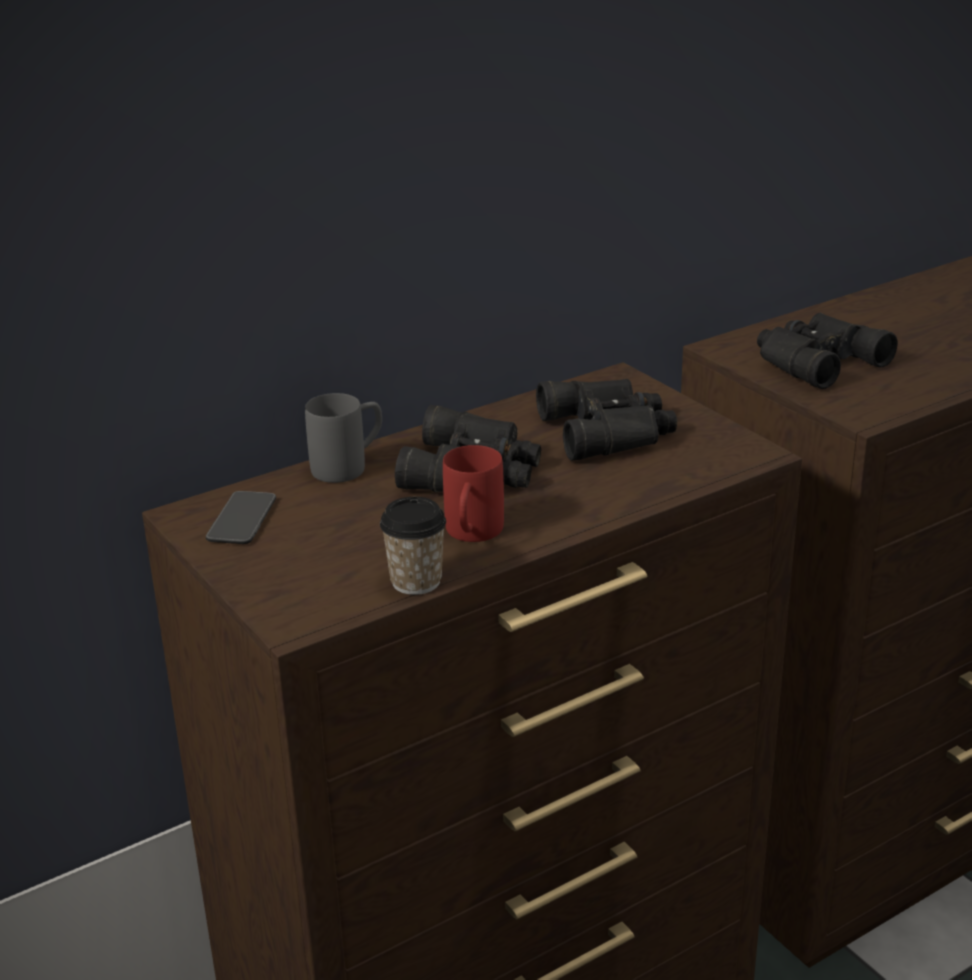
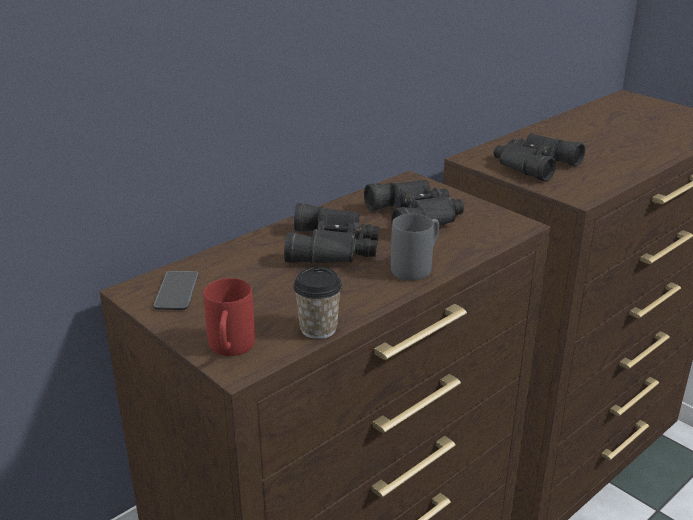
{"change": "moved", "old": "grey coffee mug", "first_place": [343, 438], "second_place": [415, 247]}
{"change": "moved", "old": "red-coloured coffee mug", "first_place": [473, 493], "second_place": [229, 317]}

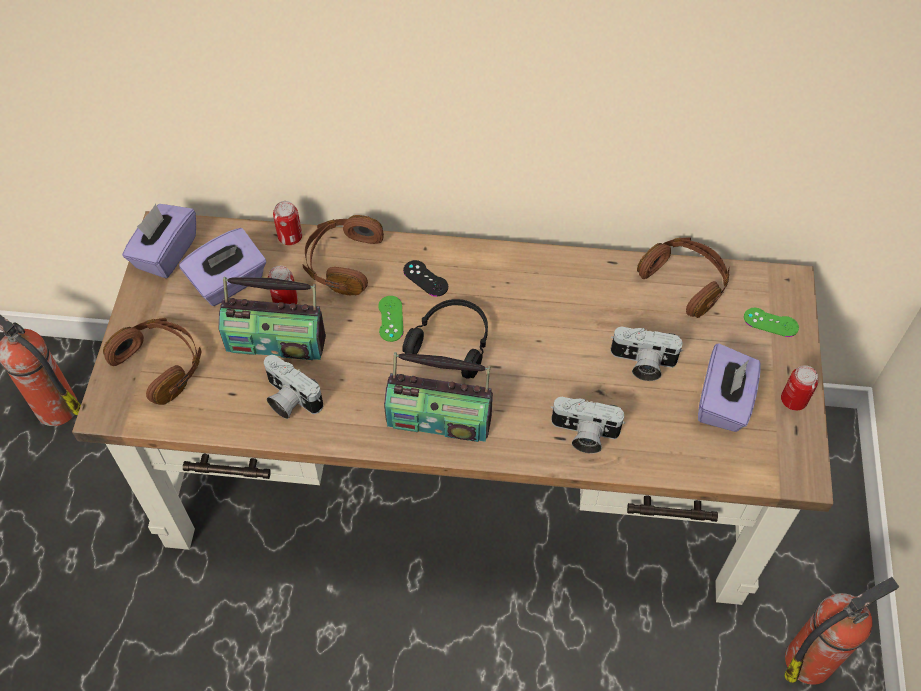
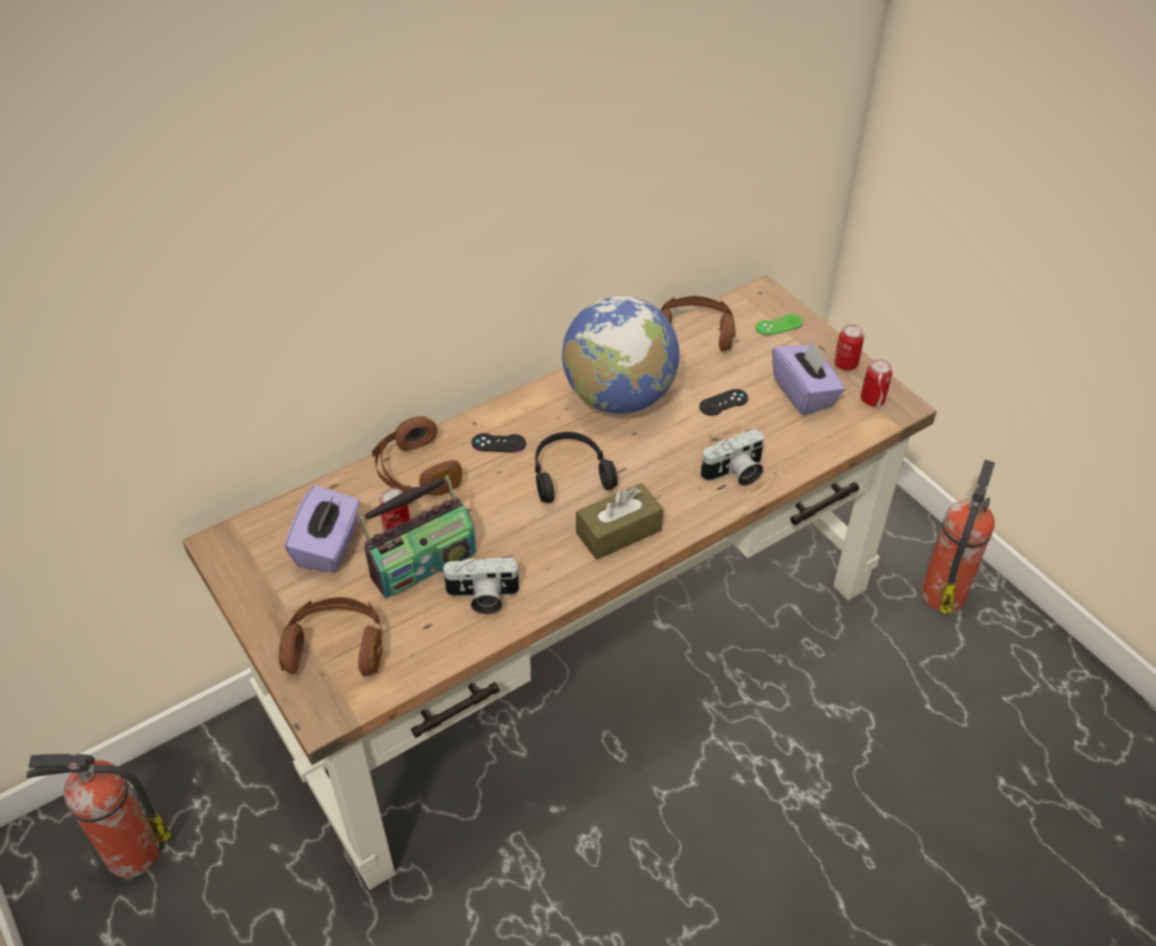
{"change": "moved", "old": "can", "first_place": [287, 223], "second_place": [876, 382]}
{"change": "removed", "old": "purple tissue holder", "first_place": [159, 241]}
{"change": "removed", "old": "greenish game controller", "first_place": [390, 319]}
{"change": "replaced", "old": "photo camera", "new": "black-coloured game controller", "first_place": [646, 354], "second_place": [723, 402]}
{"change": "replaced", "old": "radio set", "new": "brown tissue holder", "first_place": [438, 397], "second_place": [619, 521]}
{"change": "added", "new": "world globe", "second_place": [620, 355]}

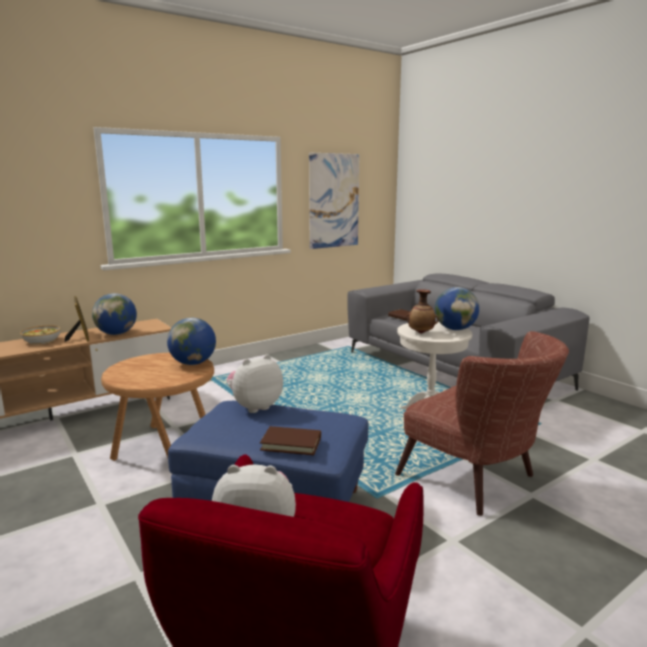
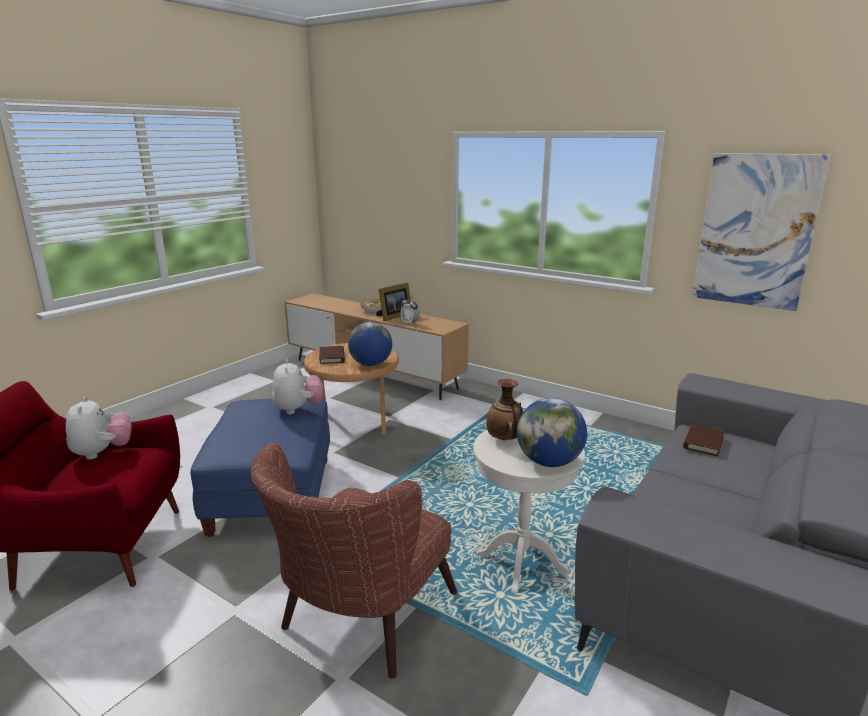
{"change": "replaced", "old": "world globe", "new": "table clock", "first_place": [114, 314], "second_place": [410, 311]}
{"change": "turned", "old": "cuddly toy", "first_place": [255, 383], "second_place": [297, 386], "degrees": 45}
{"change": "moved", "old": "brown book", "first_place": [290, 440], "second_place": [332, 355]}

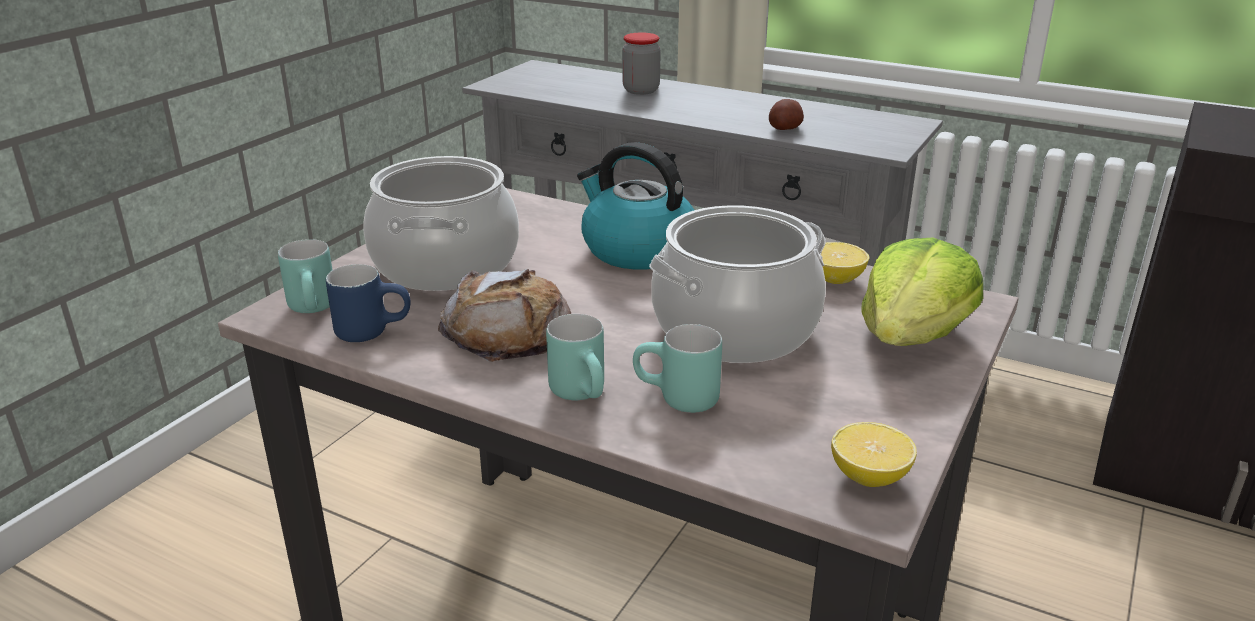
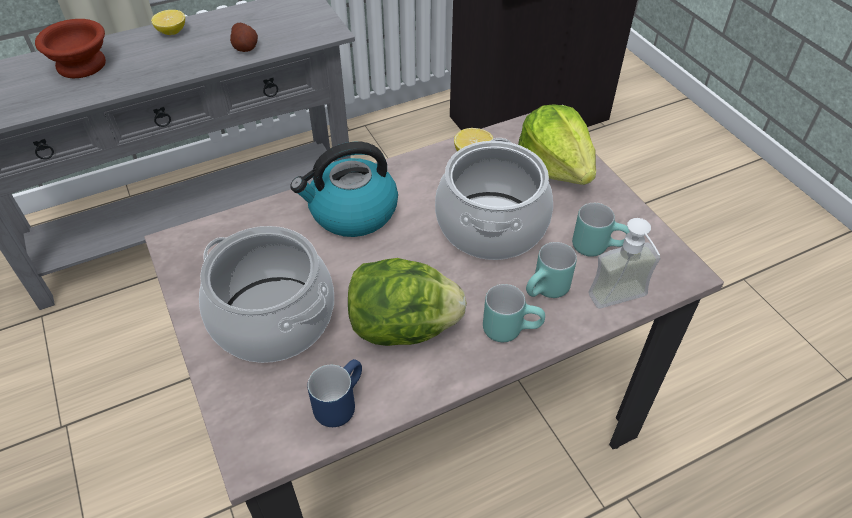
{"change": "replaced", "old": "jar", "new": "brown bowl", "first_place": [641, 64], "second_place": [70, 48]}
{"change": "moved", "old": "turquoise coffee mug", "first_place": [305, 276], "second_place": [601, 230]}
{"change": "replaced", "old": "bread", "new": "lettuce", "first_place": [504, 315], "second_place": [407, 302]}
{"change": "moved", "old": "lemon", "first_place": [874, 454], "second_place": [168, 22]}
{"change": "added", "new": "liquid soap bottle", "second_place": [624, 263]}

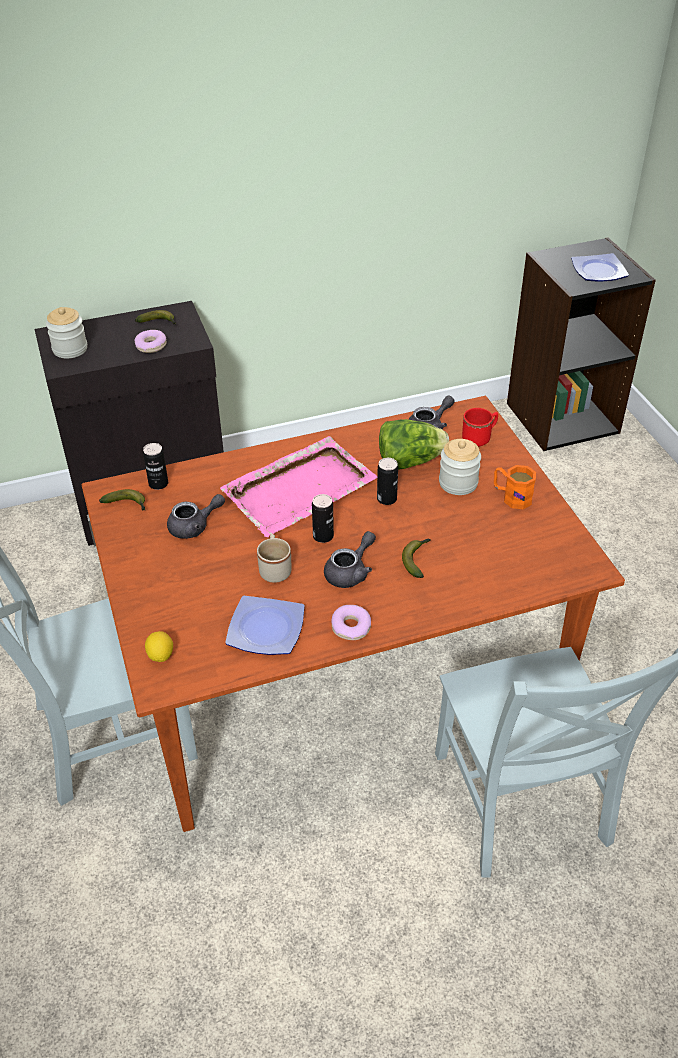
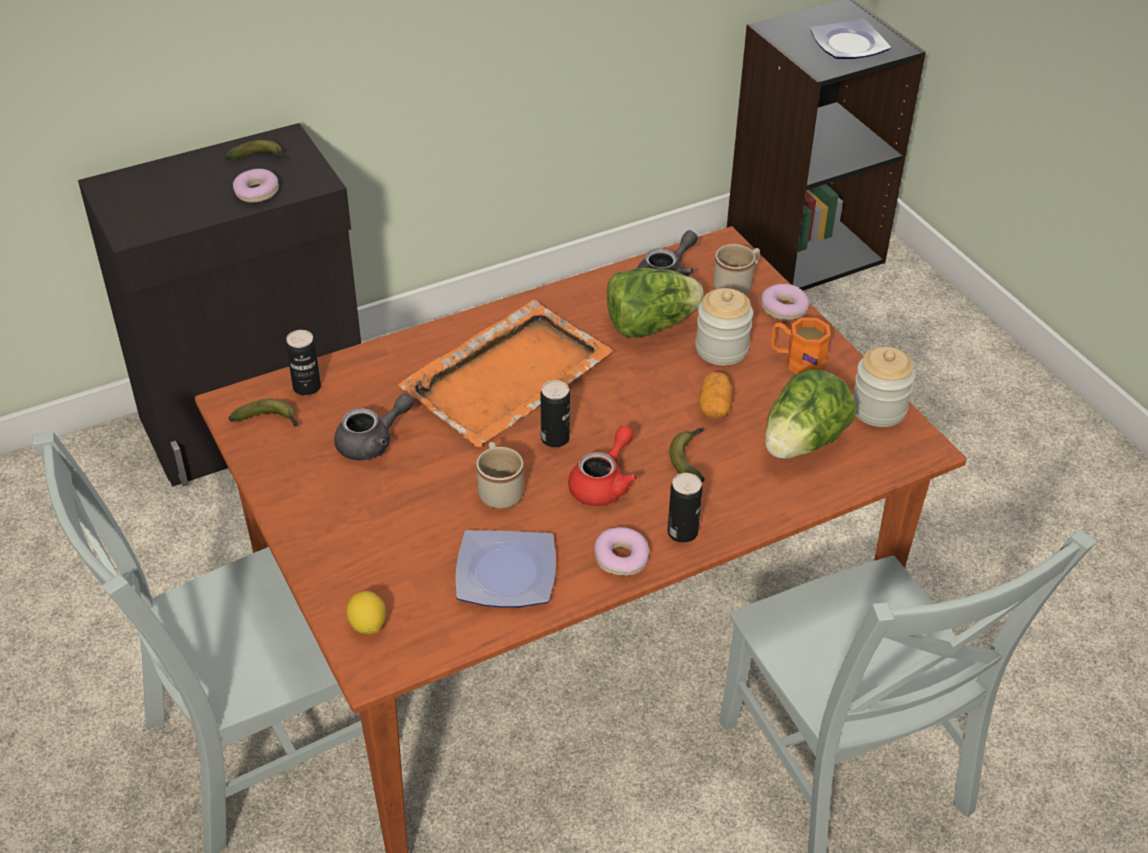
{"change": "moved", "old": "jar", "first_place": [66, 332], "second_place": [884, 387]}
{"change": "recoloured", "old": "red-coloured coffee mug", "new": "beige-coloured coffee mug", "first_place": [480, 427], "second_place": [736, 269]}
{"change": "recoloured", "old": "pink-coloured carrying tray", "new": "orange carrying tray", "first_place": [298, 486], "second_place": [505, 373]}
{"change": "moved", "old": "can", "first_place": [387, 481], "second_place": [684, 508]}
{"change": "recoloured", "old": "grey tea pot", "new": "red-coloured tea pot", "first_place": [350, 559], "second_place": [603, 465]}
{"change": "added", "new": "doughnut", "second_place": [785, 302]}
{"change": "added", "new": "lettuce", "second_place": [810, 414]}
{"change": "added", "new": "spud", "second_place": [716, 395]}

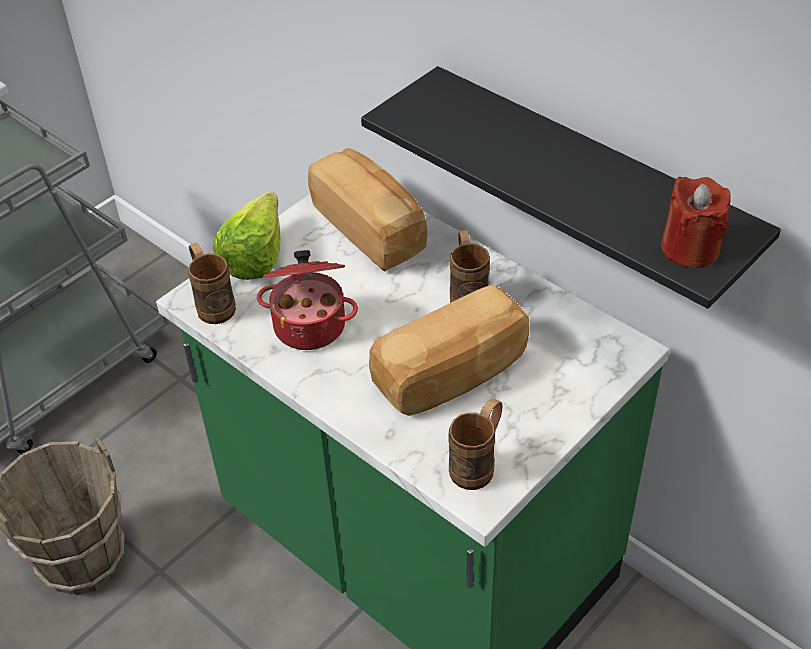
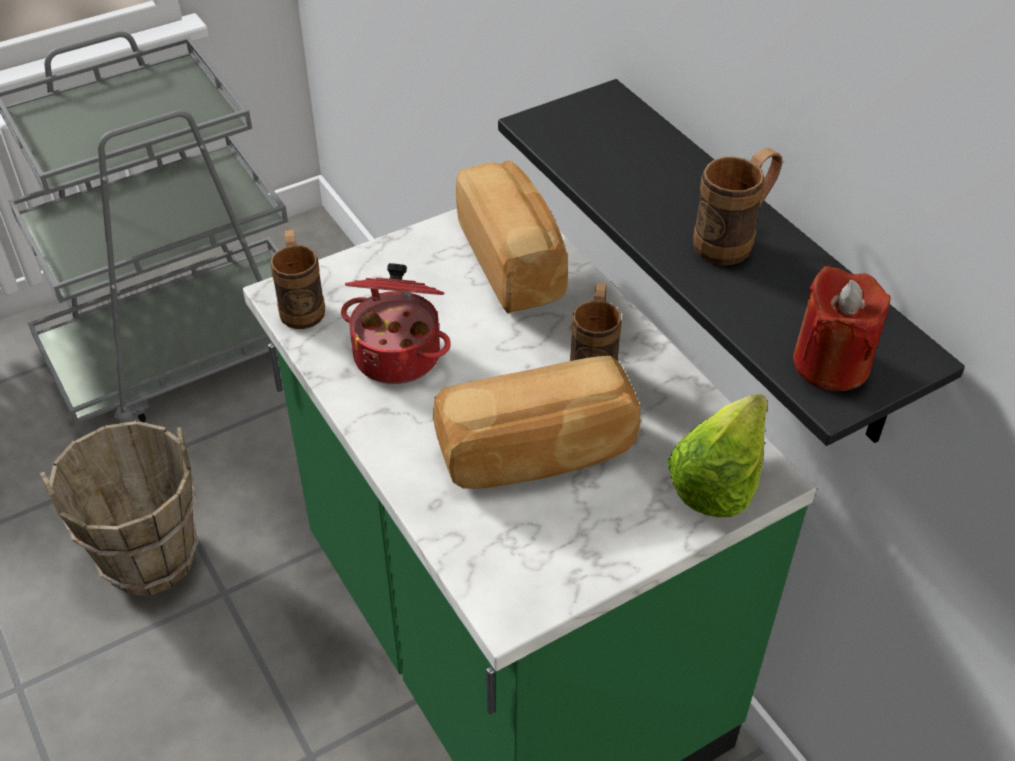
{"change": "moved", "old": "lettuce", "first_place": [247, 236], "second_place": [718, 455]}
{"change": "moved", "old": "brown coffee mug", "first_place": [475, 444], "second_place": [737, 206]}

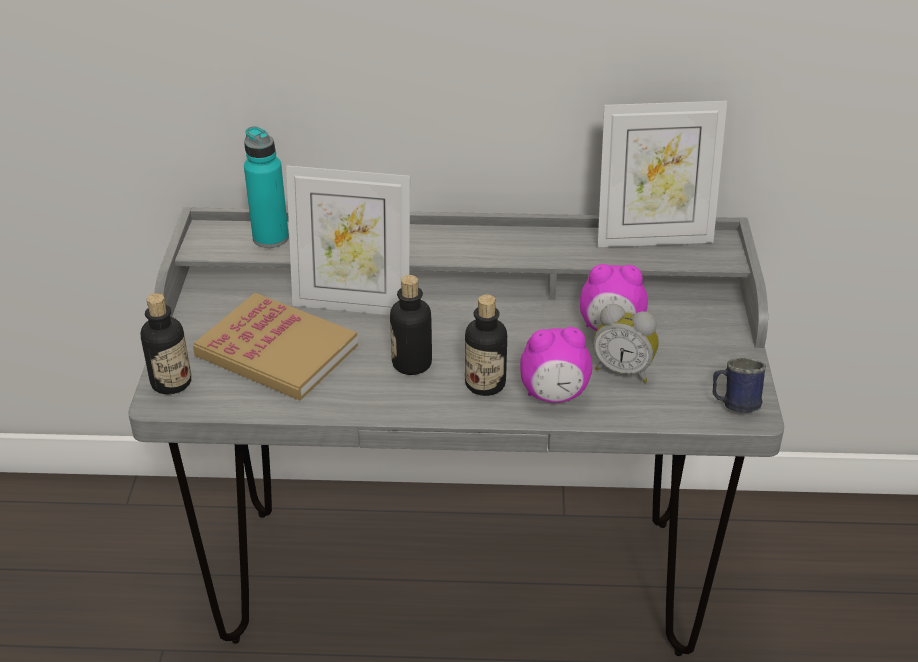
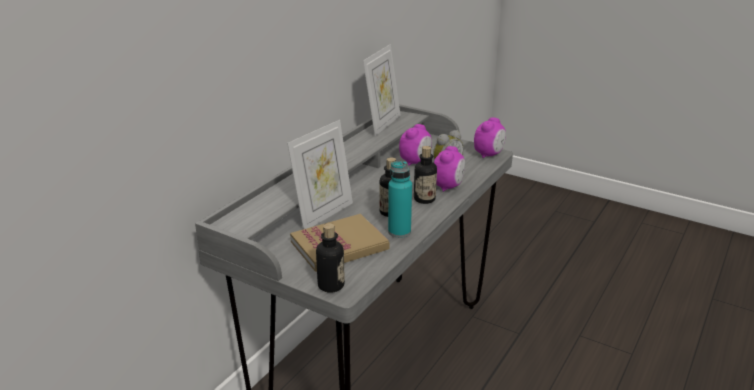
{"change": "moved", "old": "turquoise bottle", "first_place": [266, 187], "second_place": [400, 199]}
{"change": "replaced", "old": "bluish coffee mug", "new": "table clock", "first_place": [739, 385], "second_place": [490, 137]}

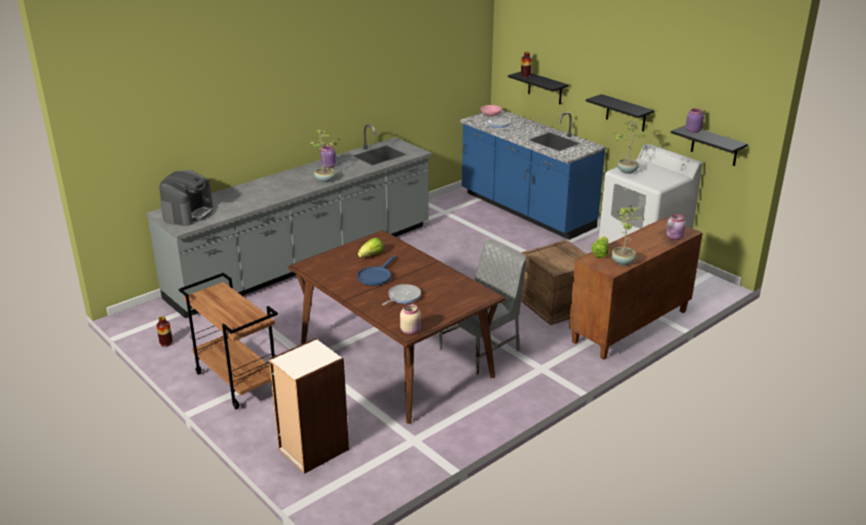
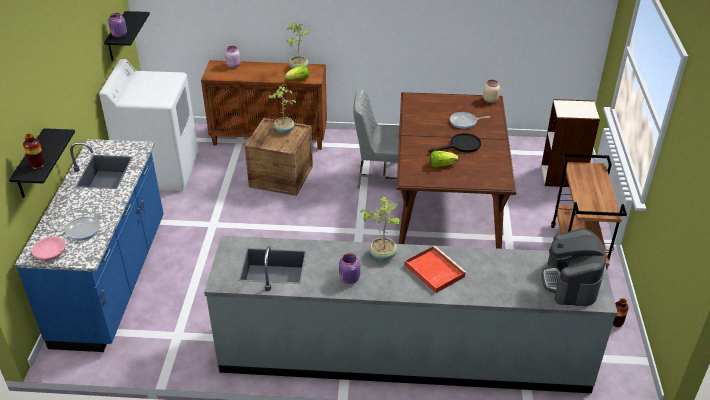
{"change": "removed", "old": "black-coloured shelf", "first_place": [620, 113]}
{"change": "moved", "old": "plant in a pot", "first_place": [629, 147], "second_place": [282, 109]}
{"change": "turned", "old": "coffee machine", "first_place": [186, 198], "second_place": [574, 267], "degrees": -60}
{"change": "recoloured", "old": "bluish pan", "new": "black-coloured pan", "first_place": [376, 270], "second_place": [454, 143]}
{"change": "added", "new": "red-coloured carrying tray", "second_place": [436, 269]}

